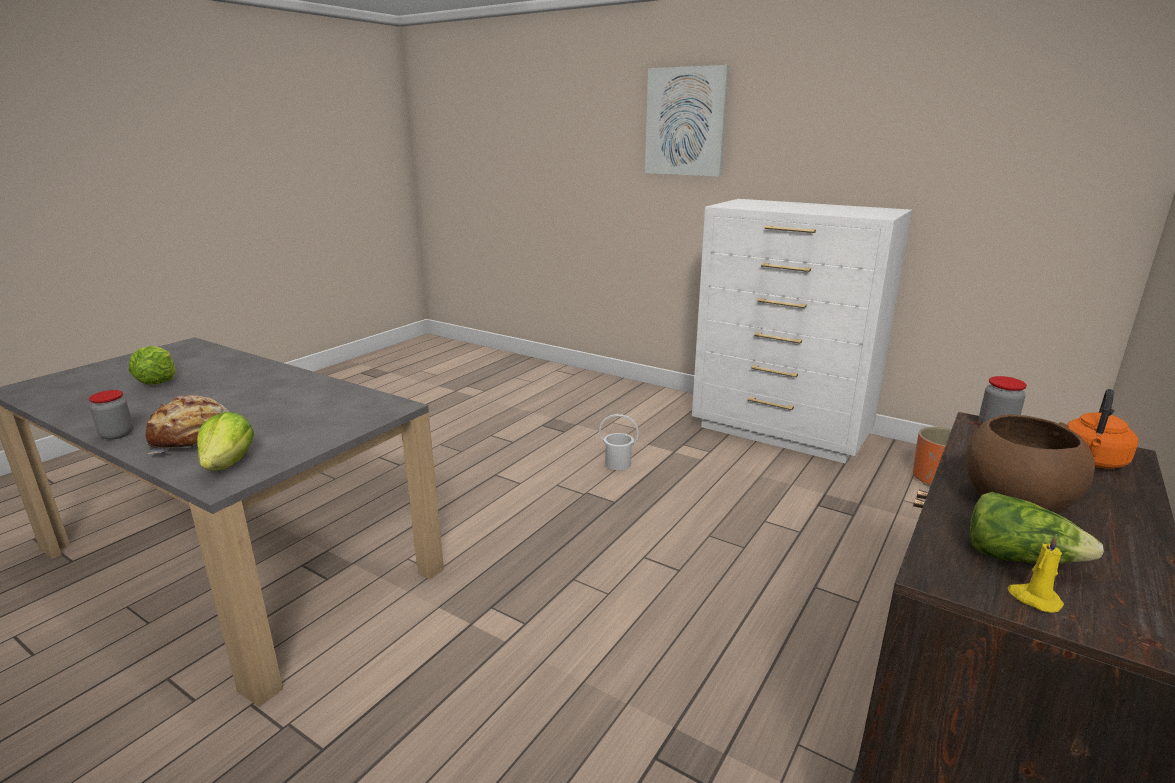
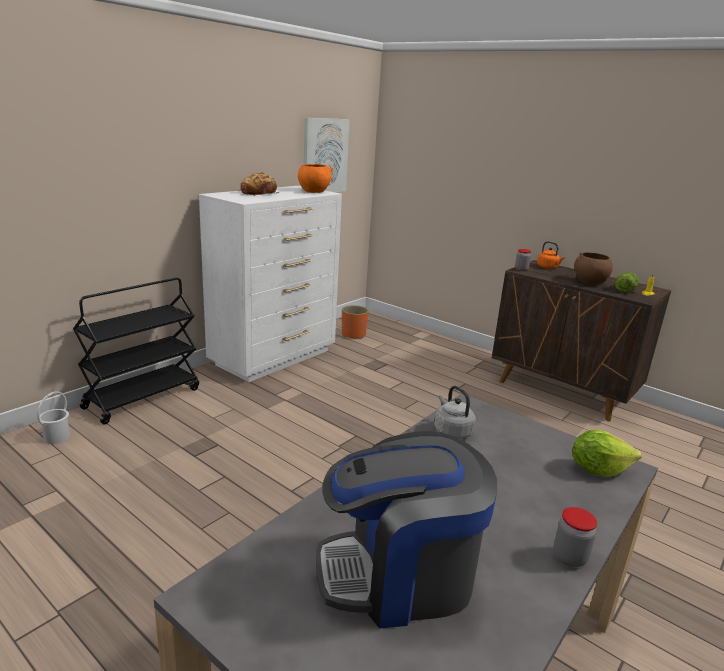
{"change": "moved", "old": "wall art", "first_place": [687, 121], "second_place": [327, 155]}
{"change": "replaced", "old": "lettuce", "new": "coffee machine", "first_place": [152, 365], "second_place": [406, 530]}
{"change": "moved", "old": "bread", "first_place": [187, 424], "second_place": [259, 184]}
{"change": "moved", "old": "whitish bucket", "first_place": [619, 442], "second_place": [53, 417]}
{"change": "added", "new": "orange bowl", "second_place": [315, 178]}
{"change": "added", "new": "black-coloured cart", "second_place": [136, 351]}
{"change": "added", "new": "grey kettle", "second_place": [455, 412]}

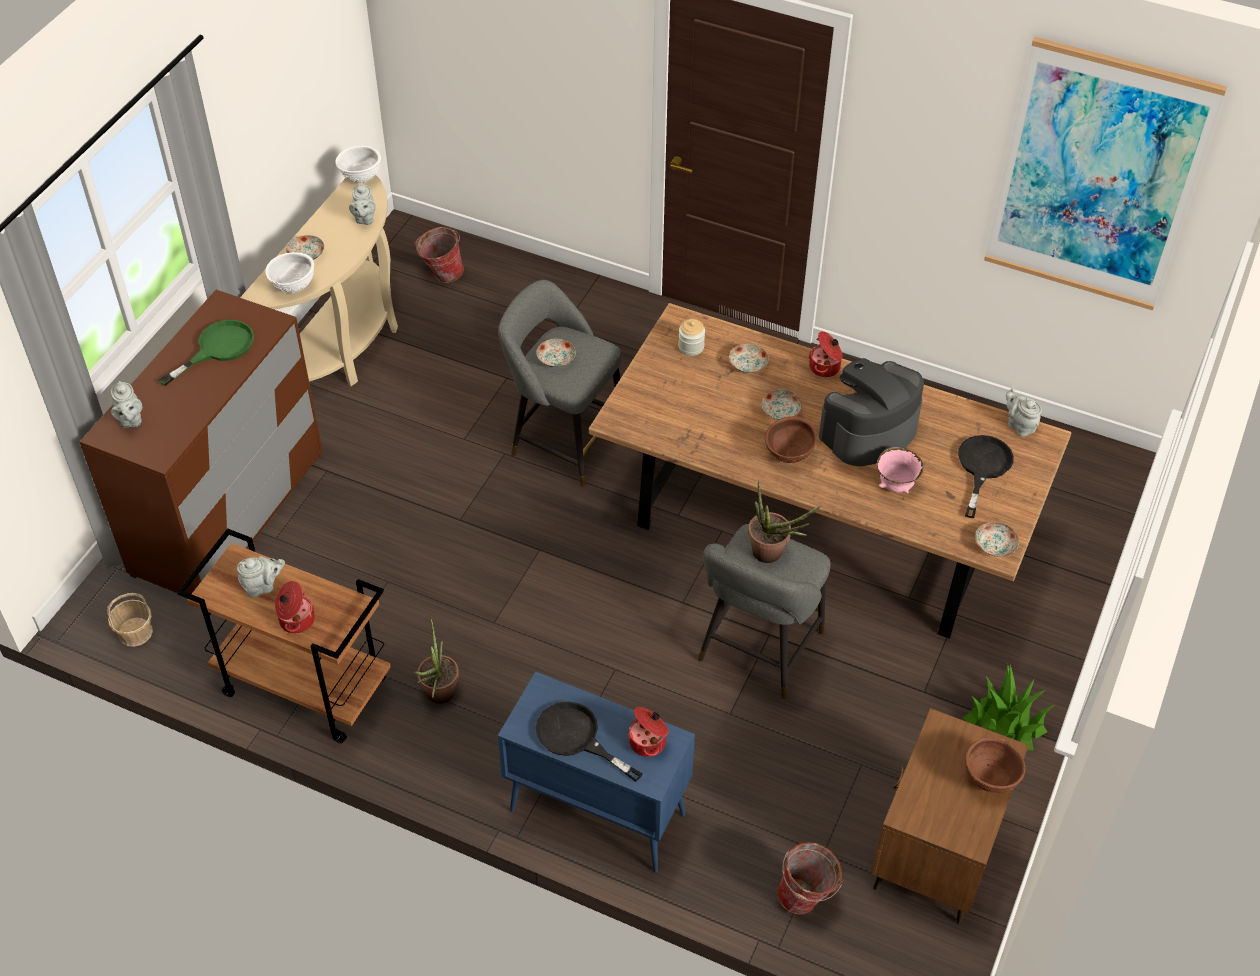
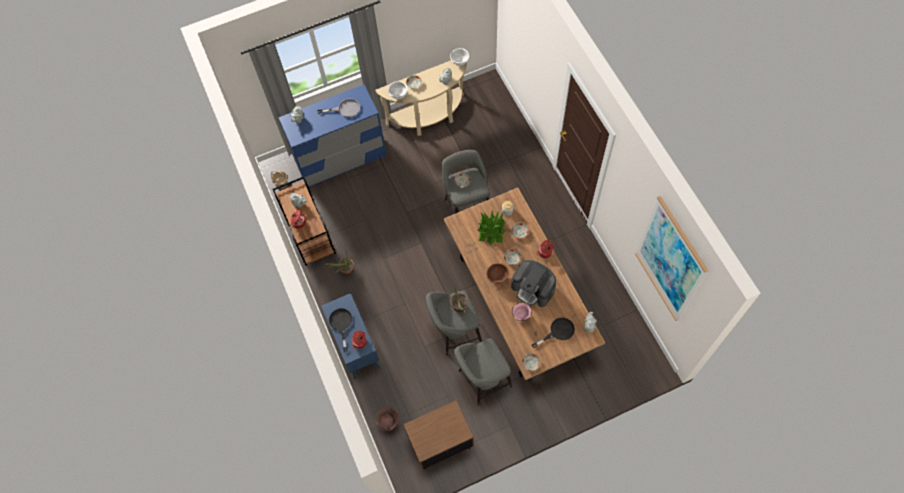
{"change": "removed", "old": "bucket", "first_place": [439, 255]}
{"change": "recoloured", "old": "brown drawer chest", "new": "bluish drawer chest", "first_place": [201, 442], "second_place": [332, 135]}
{"change": "recoloured", "old": "greenish pan", "new": "grey pan", "first_place": [206, 353], "second_place": [338, 108]}
{"change": "turned", "old": "coffee machine", "first_place": [871, 412], "second_place": [533, 283], "degrees": -150}
{"change": "moved", "old": "plant in a pot", "first_place": [1008, 707], "second_place": [492, 227]}
{"change": "removed", "old": "brown bowl", "first_place": [995, 765]}
{"change": "added", "new": "grey stool", "second_place": [483, 372]}

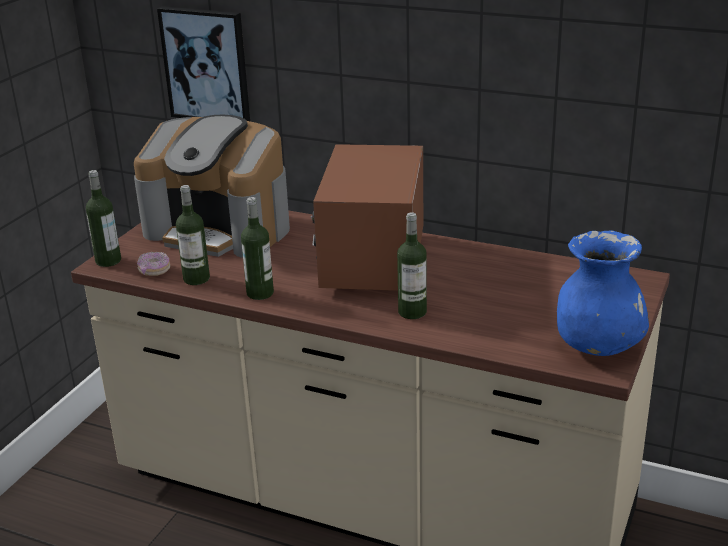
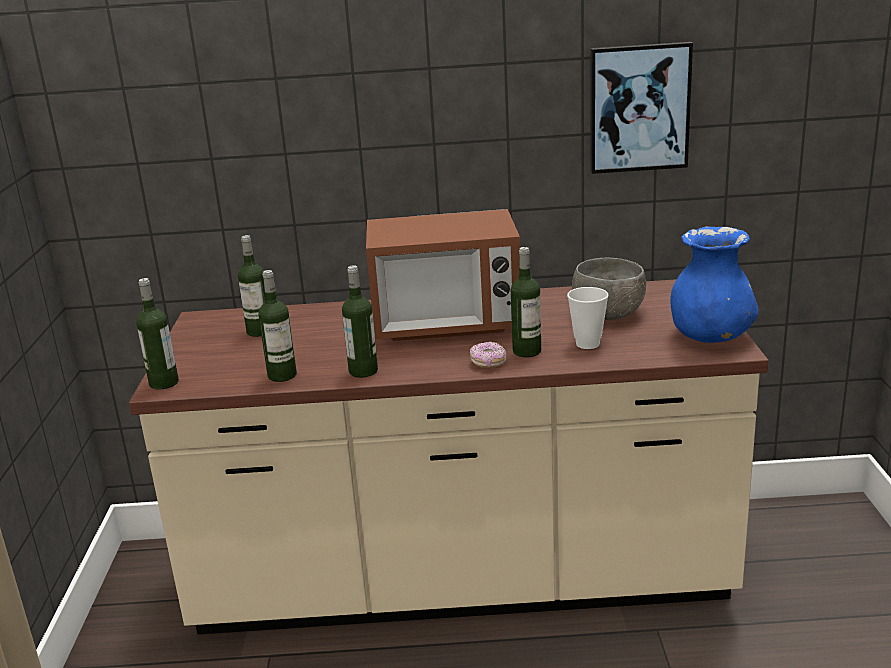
{"change": "moved", "old": "wall art", "first_place": [203, 63], "second_place": [641, 108]}
{"change": "replaced", "old": "coffee machine", "new": "bottle", "first_place": [212, 186], "second_place": [252, 286]}
{"change": "turned", "old": "microwave", "first_place": [367, 217], "second_place": [443, 275], "degrees": -75}
{"change": "moved", "old": "doughnut", "first_place": [153, 264], "second_place": [488, 355]}
{"change": "added", "new": "grey bowl", "second_place": [609, 289]}
{"change": "added", "new": "cup", "second_place": [588, 318]}

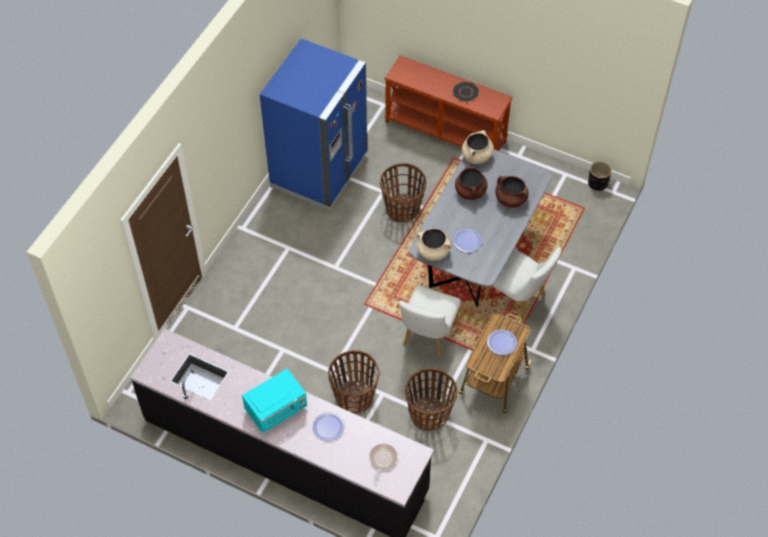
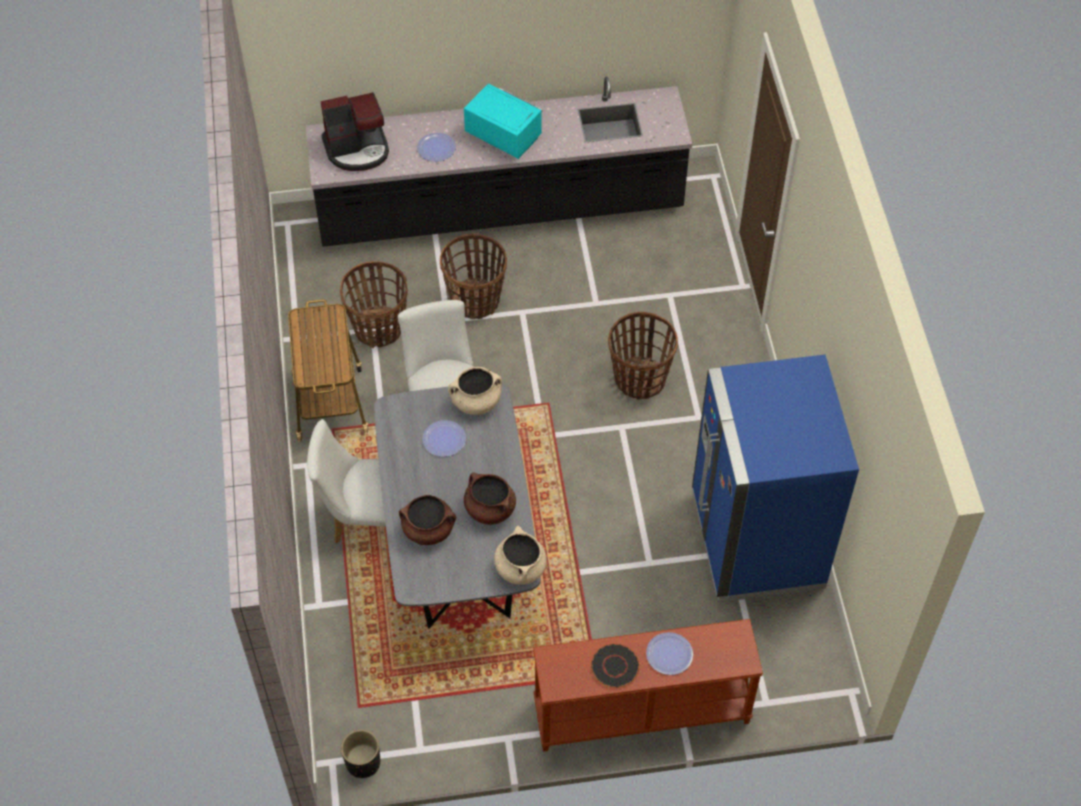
{"change": "moved", "old": "storage basket", "first_place": [403, 193], "second_place": [643, 356]}
{"change": "moved", "old": "flat dish", "first_place": [502, 342], "second_place": [669, 653]}
{"change": "turned", "old": "turquoise microwave", "first_place": [274, 401], "second_place": [503, 121], "degrees": 105}
{"change": "replaced", "old": "pan", "new": "coffee machine", "first_place": [383, 463], "second_place": [354, 131]}

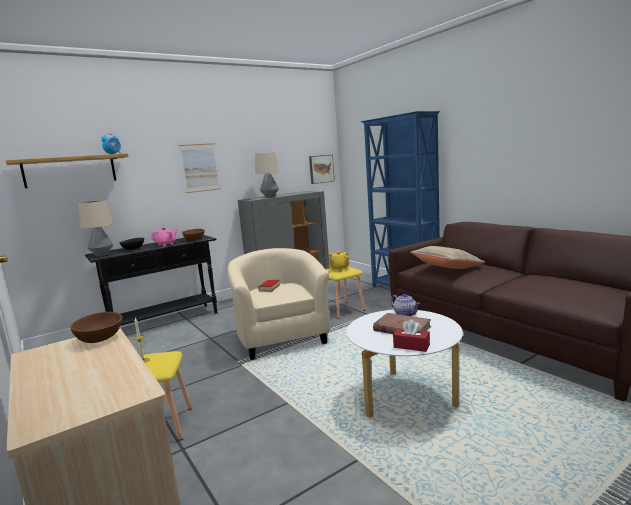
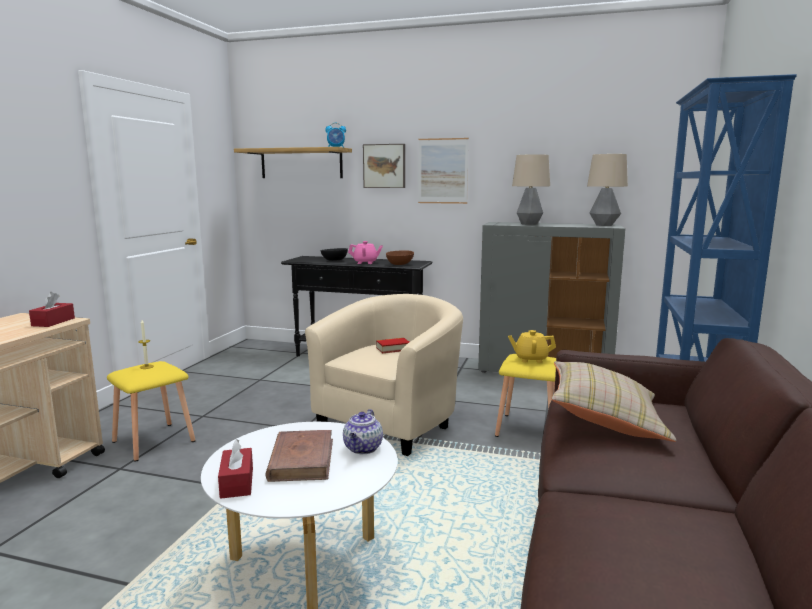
{"change": "moved", "old": "wall art", "first_place": [322, 169], "second_place": [384, 166]}
{"change": "moved", "old": "tabletop lamp", "first_place": [95, 228], "second_place": [607, 190]}
{"change": "replaced", "old": "brown bowl", "new": "red-coloured tissue holder", "first_place": [96, 327], "second_place": [52, 309]}

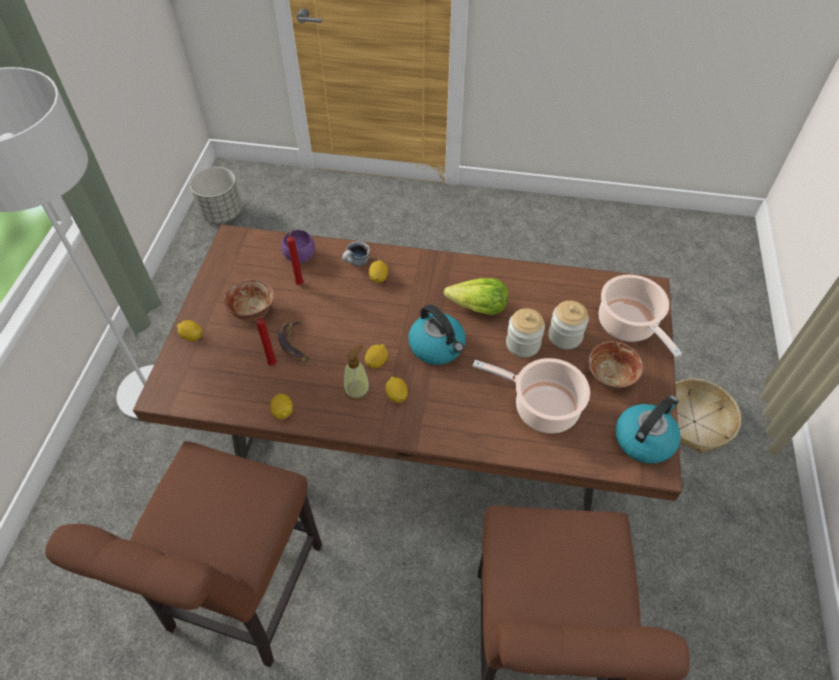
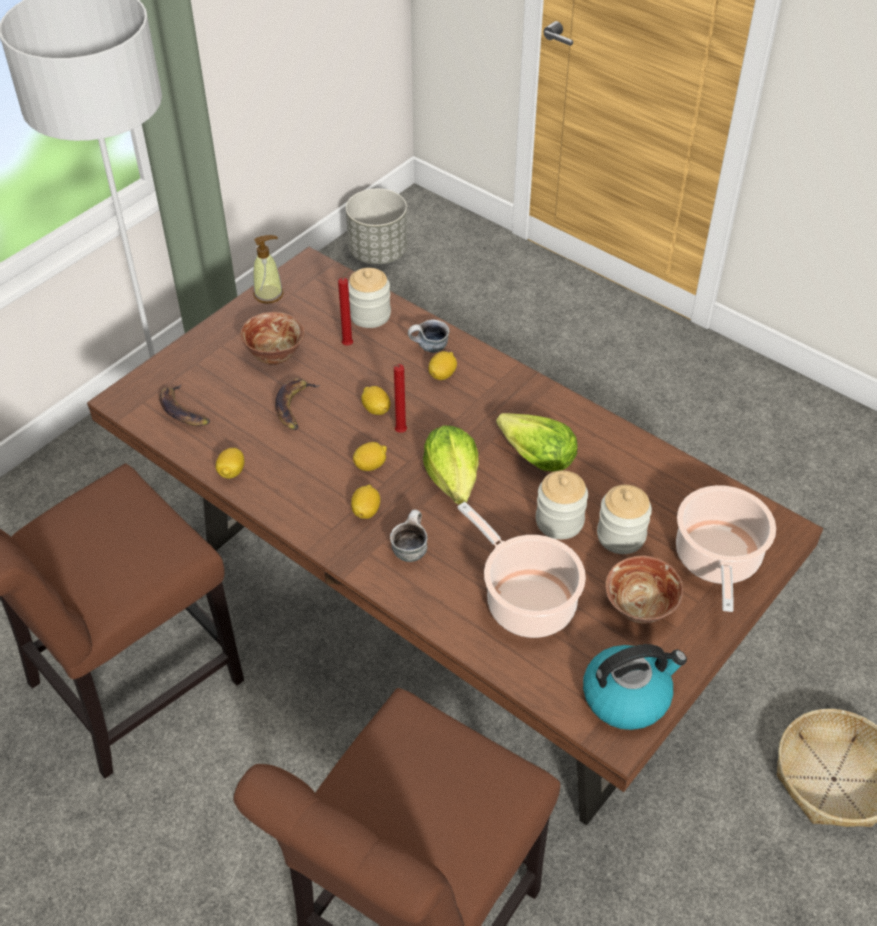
{"change": "replaced", "old": "purple bowl", "new": "jar", "first_place": [298, 246], "second_place": [369, 298]}
{"change": "replaced", "old": "kettle", "new": "lettuce", "first_place": [437, 334], "second_place": [451, 465]}
{"change": "moved", "old": "red-coloured wax candle", "first_place": [266, 342], "second_place": [399, 398]}
{"change": "moved", "old": "lemon", "first_place": [190, 330], "second_place": [375, 400]}
{"change": "moved", "old": "liquid soap bottle", "first_place": [357, 372], "second_place": [268, 269]}
{"change": "added", "new": "whole banana", "second_place": [184, 405]}
{"change": "added", "new": "coffee mug", "second_place": [408, 536]}

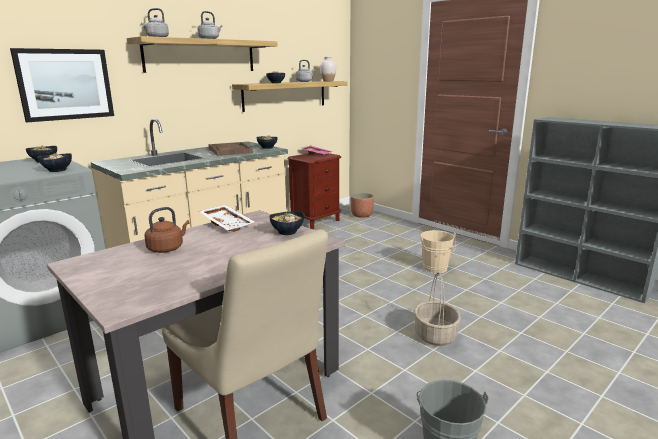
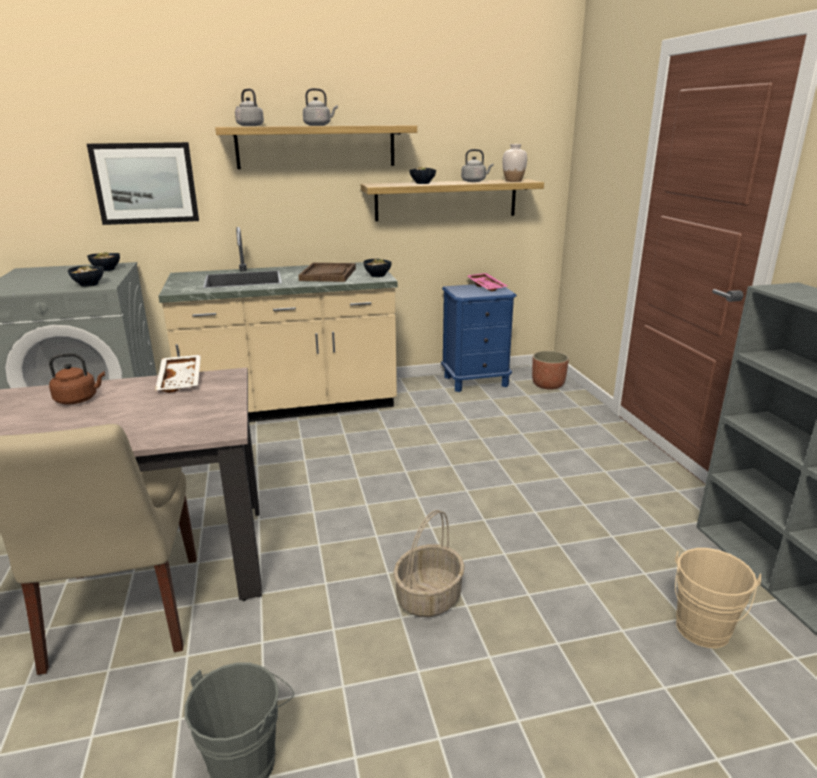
{"change": "recoloured", "old": "brown nightstand", "new": "bluish nightstand", "first_place": [314, 191], "second_place": [479, 338]}
{"change": "removed", "old": "bowl", "first_place": [286, 223]}
{"change": "moved", "old": "beige-coloured bucket", "first_place": [438, 252], "second_place": [718, 598]}

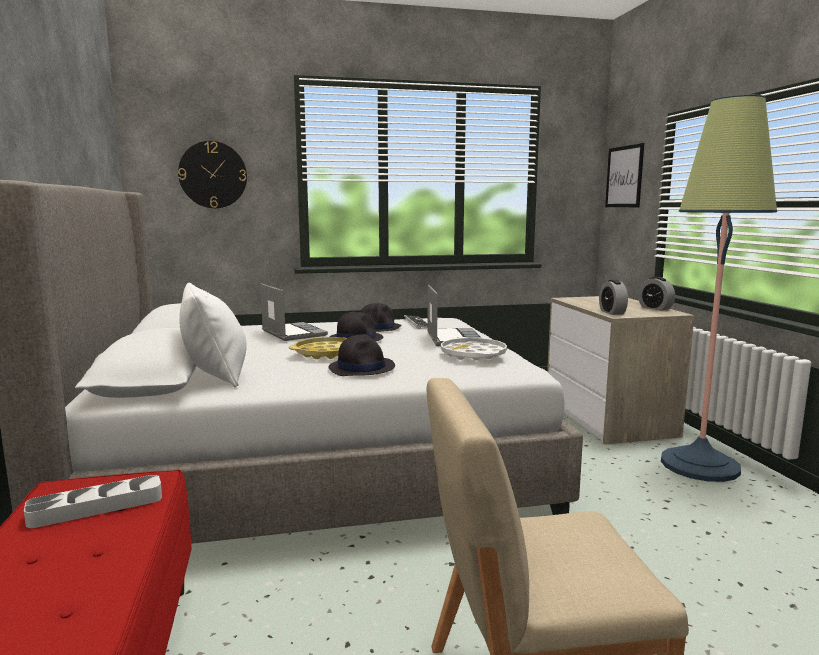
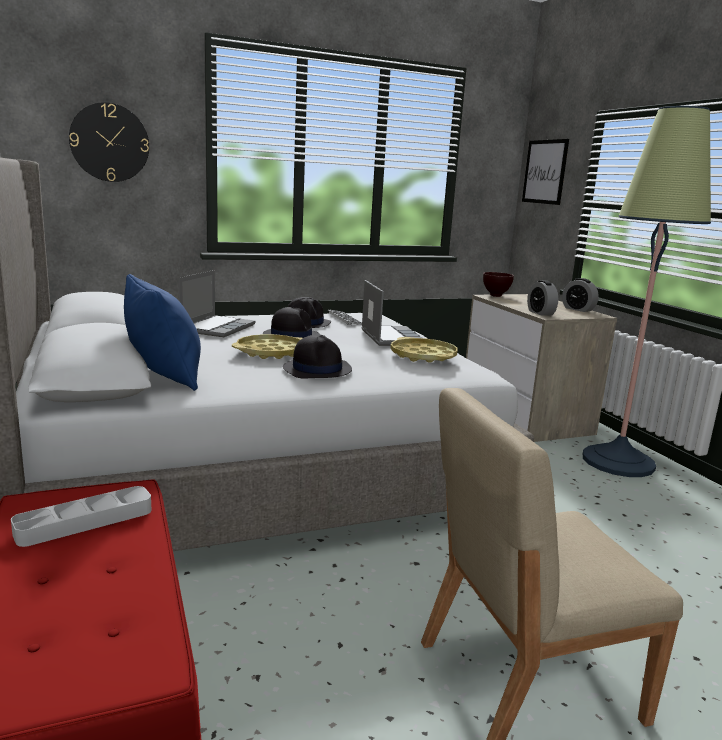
{"change": "recoloured", "old": "whitish cushion", "new": "bluish cushion", "first_place": [213, 335], "second_place": [162, 332]}
{"change": "turned", "old": "laptop", "first_place": [294, 312], "second_place": [216, 303], "degrees": 60}
{"change": "recoloured", "old": "whitish carrying tray", "new": "yellow-coloured carrying tray", "first_place": [474, 349], "second_place": [424, 349]}
{"change": "added", "new": "brown bowl", "second_place": [498, 284]}

